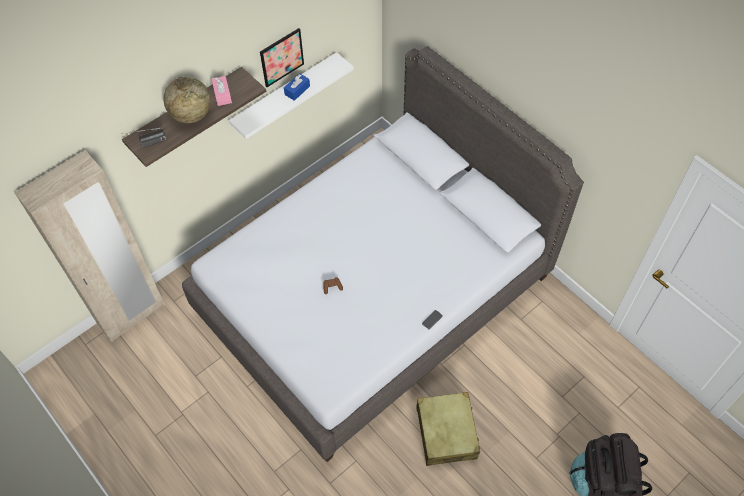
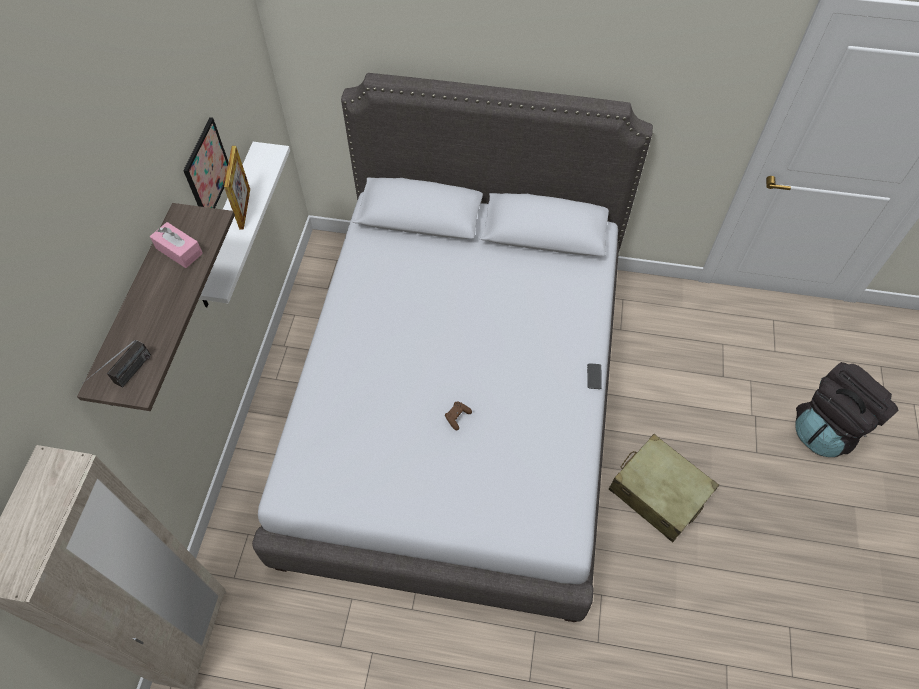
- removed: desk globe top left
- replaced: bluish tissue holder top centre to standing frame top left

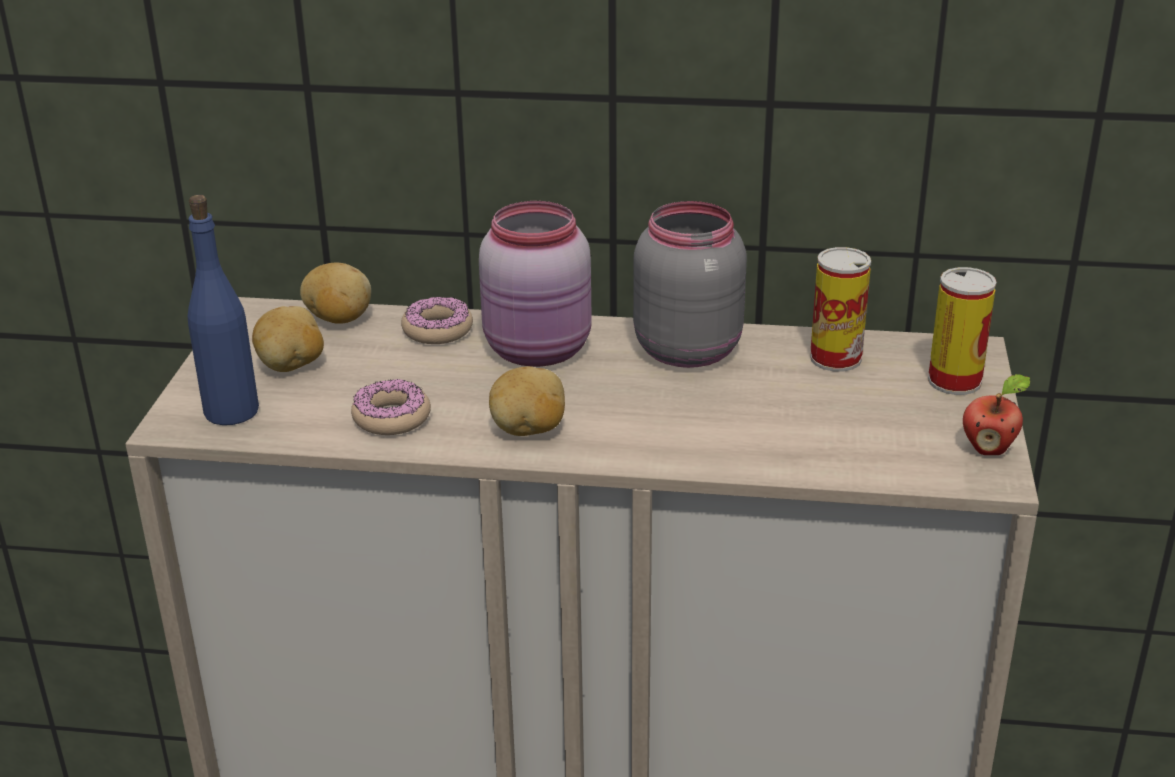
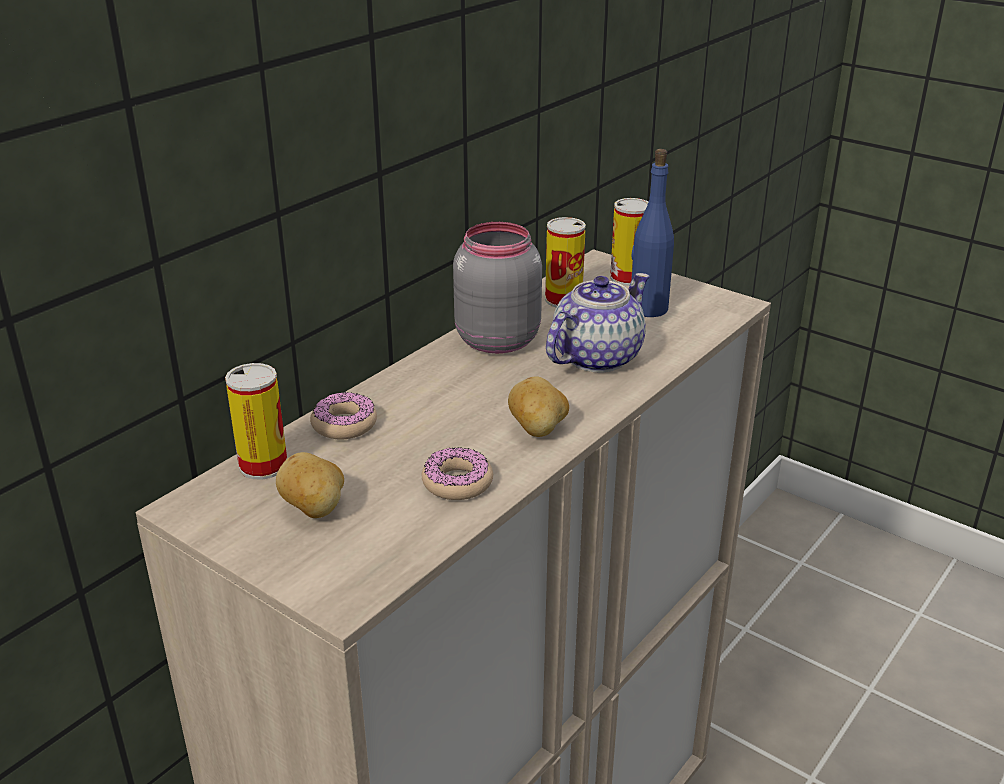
- moved: bluish bottle middle left to top centre
- replaced: potato (2nd from left) middle left to sealed can (1st from left) middle left
- removed: pink storage jar centre
- removed: whole apple middle right
- added: teapot centre

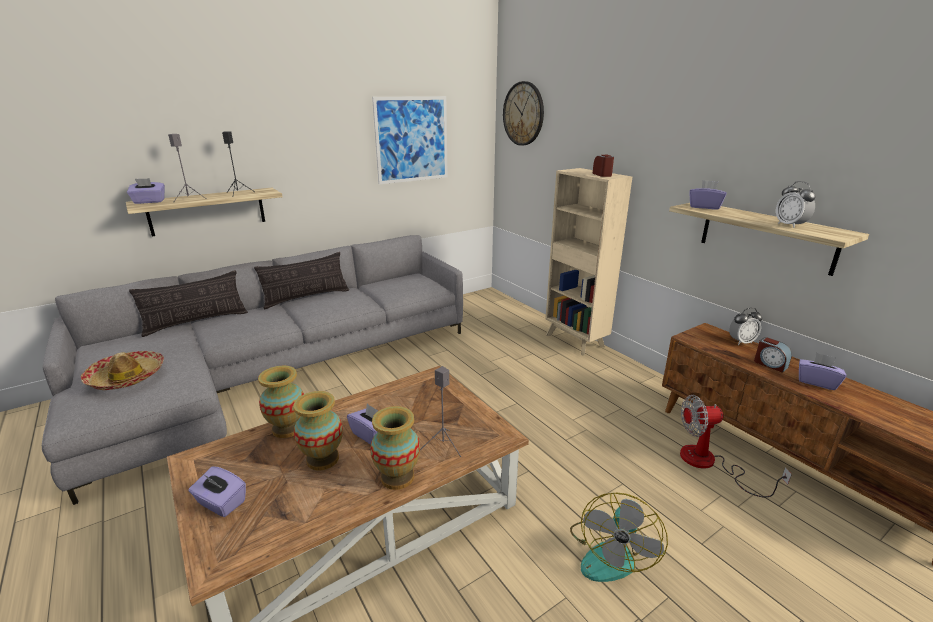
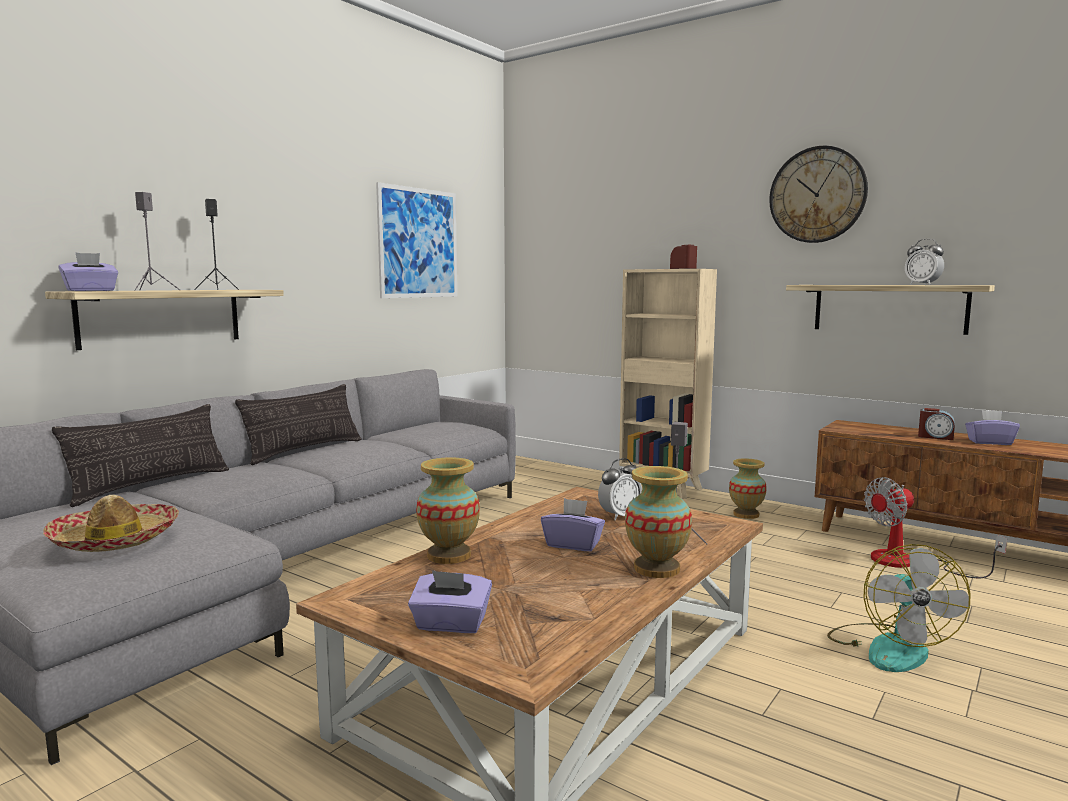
- moved: flower vase (2nd from left in the first image) bottom centre to flower vase (3rd from left) middle right
- moved: wall clock top centre to top right
- removed: purple tissue holder (4th from left) top right
- moved: alarm clock (2nd from left in the first image) middle right to alarm clock (1st from left) centre

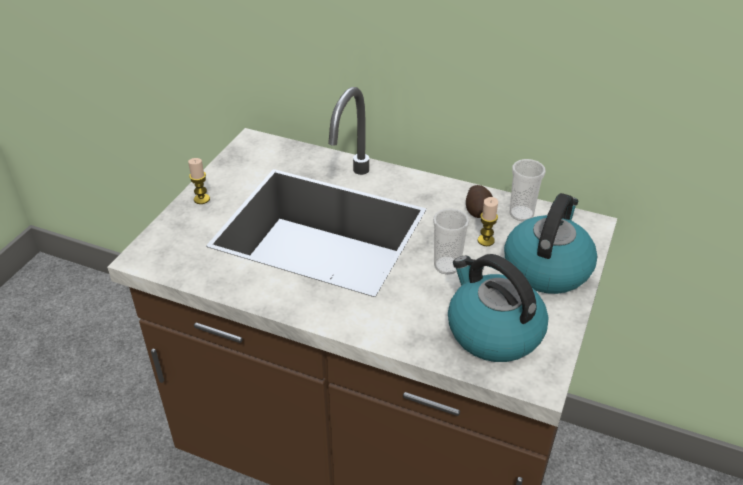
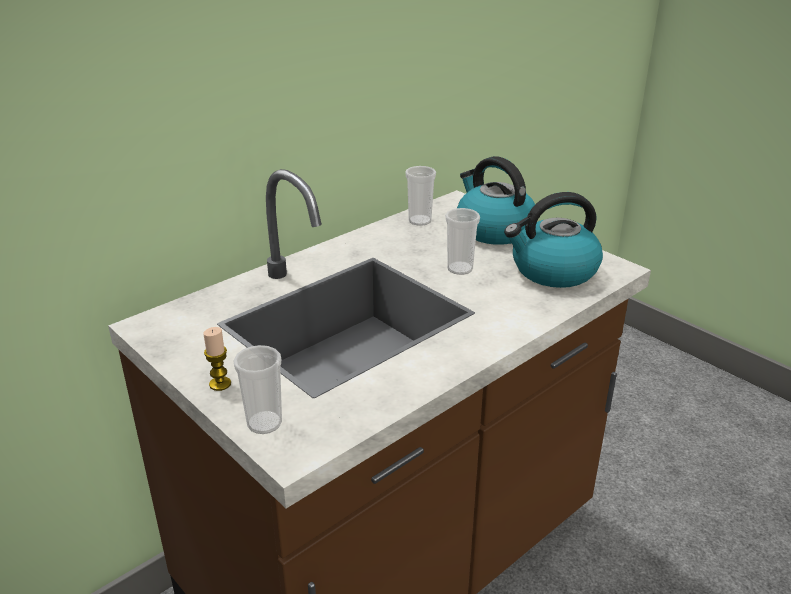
- removed: potato centre
- removed: wax light (2nd from left) centre
- added: drinking cup (1st from left) middle left

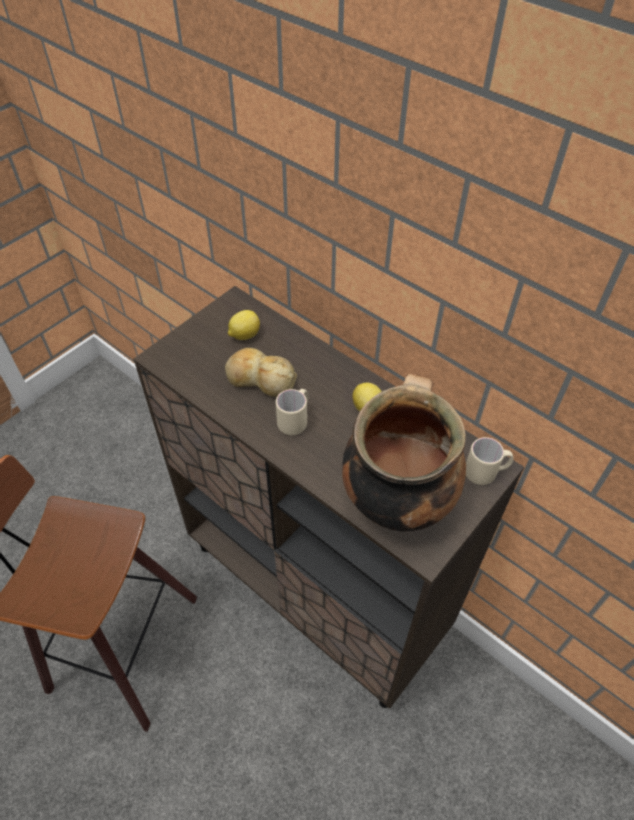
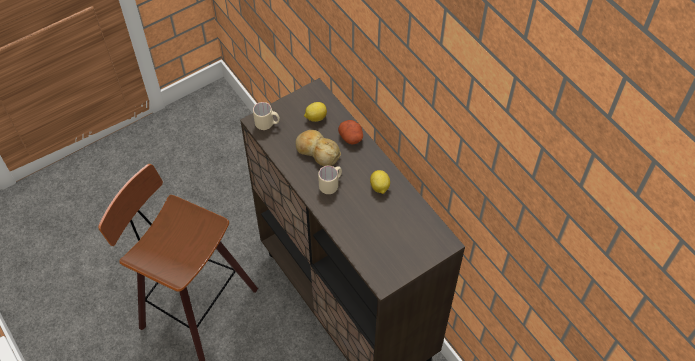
- removed: saucepot centre
- moved: beige-coloured mug (2nd from left in the first image) middle right to beige-coloured mug (1st from left) top centre
- added: potato centre

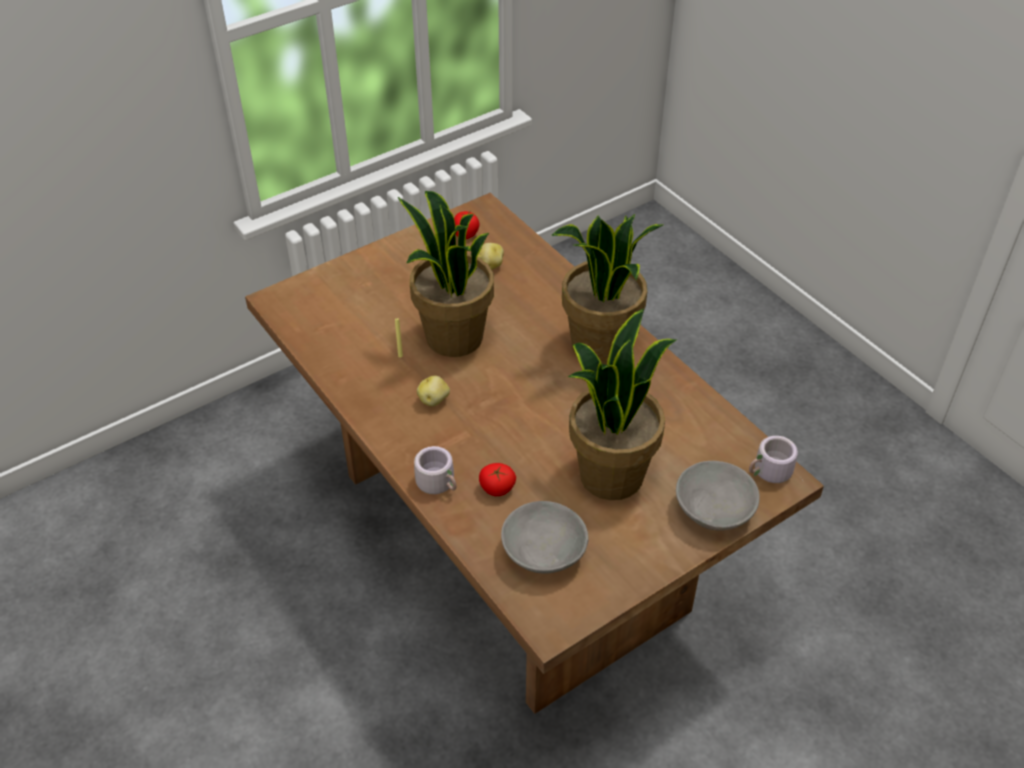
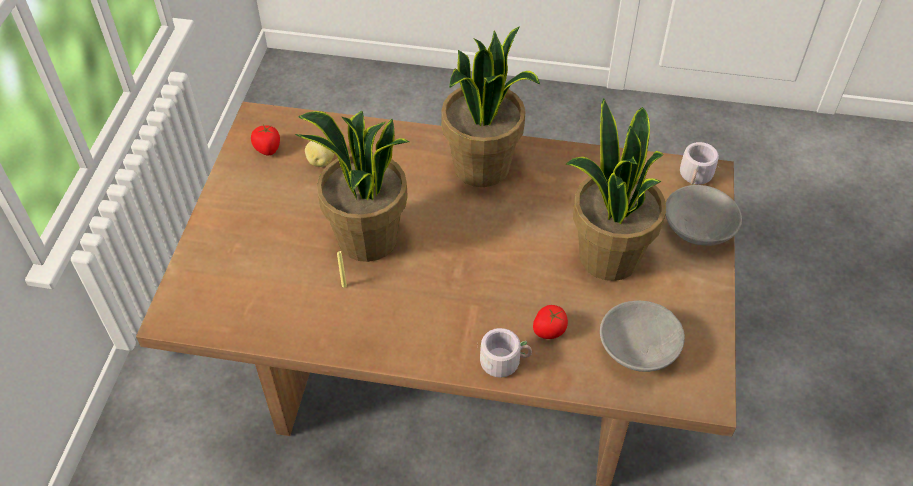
- removed: potato (1st from left) centre

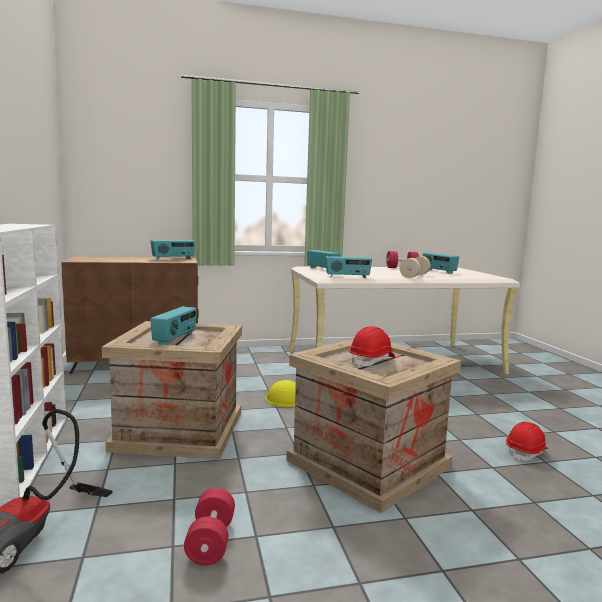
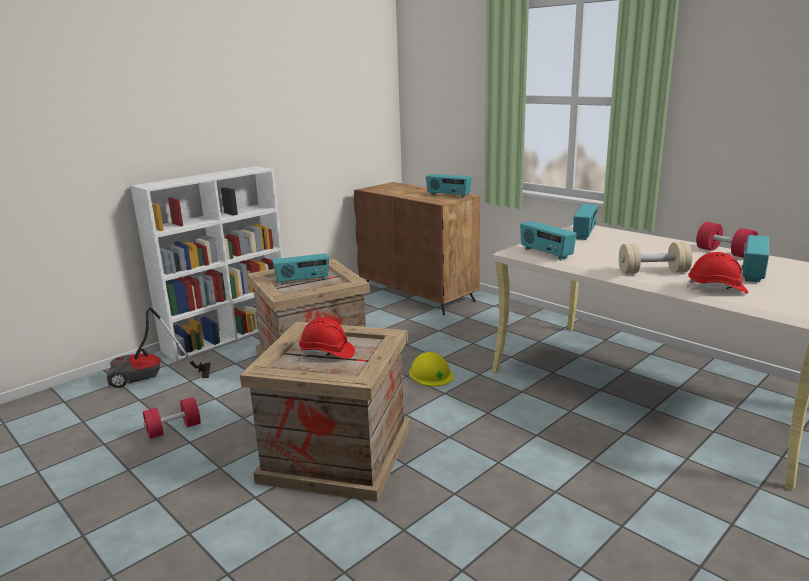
- moved: red-coloured safety helmet (2nd from left) bottom right to middle right

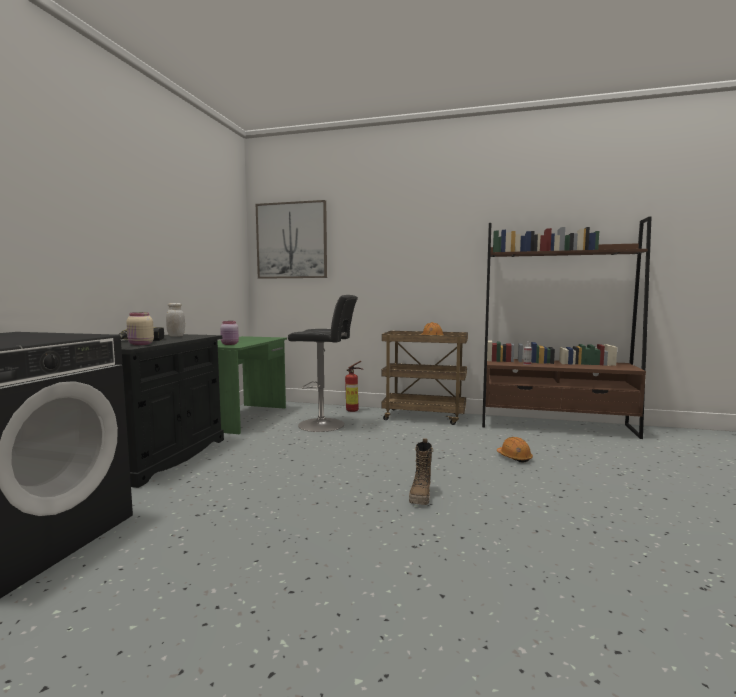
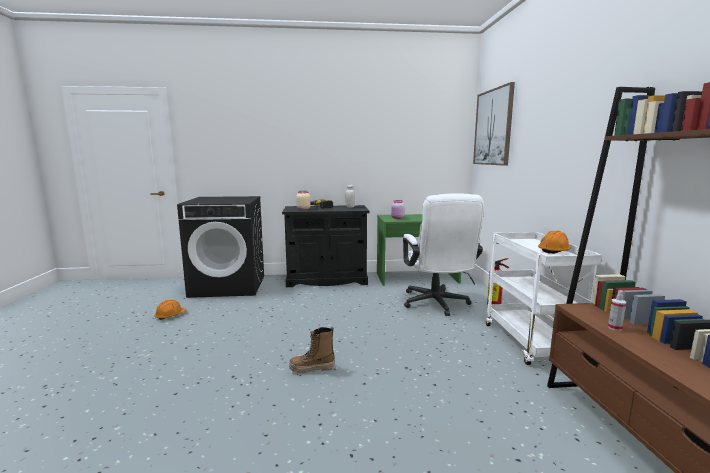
- replaced: blackish sitting stool centre to white-coloured office chair centre
- recoloured: brown-coloured wheeled cart centre to white-coloured wheeled cart middle right
- moved: orange safety helmet (2nd from left in the first image) middle right to orange safety helmet (1st from left) middle left

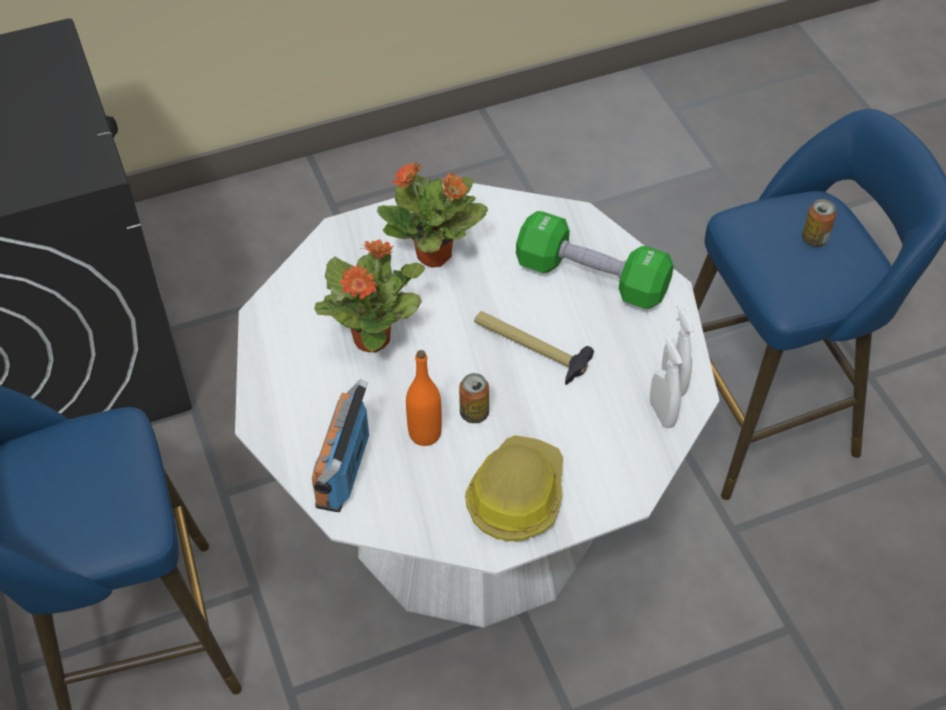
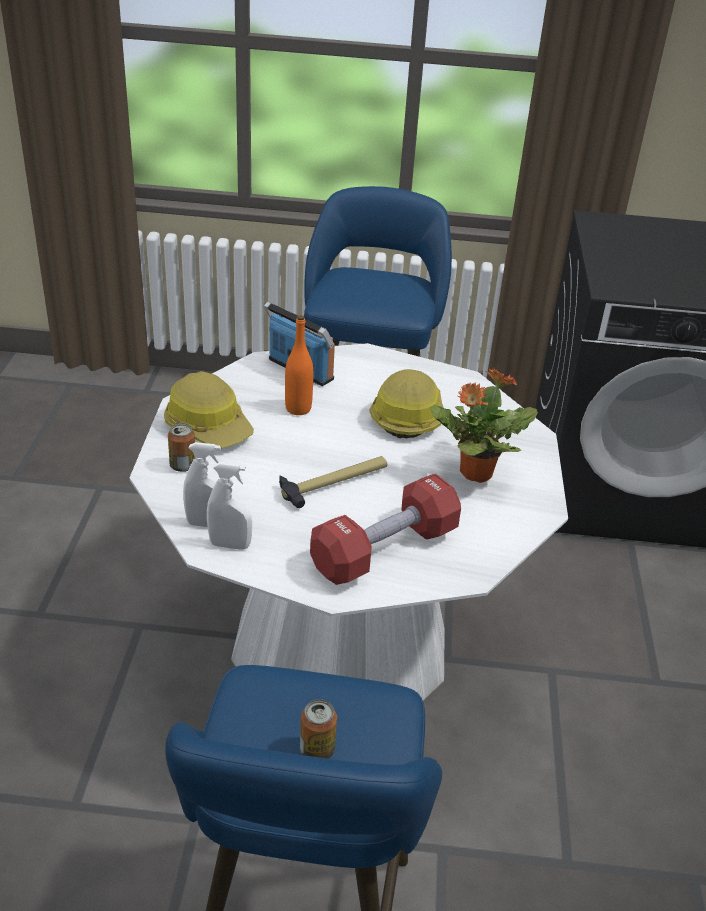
- replaced: potted plant (1st from left) centre to safety helmet (2nd from left) centre
- moved: sealed can (1st from left) centre to middle left
- recoloured: green-coloured free weight centre to red-coloured free weight centre

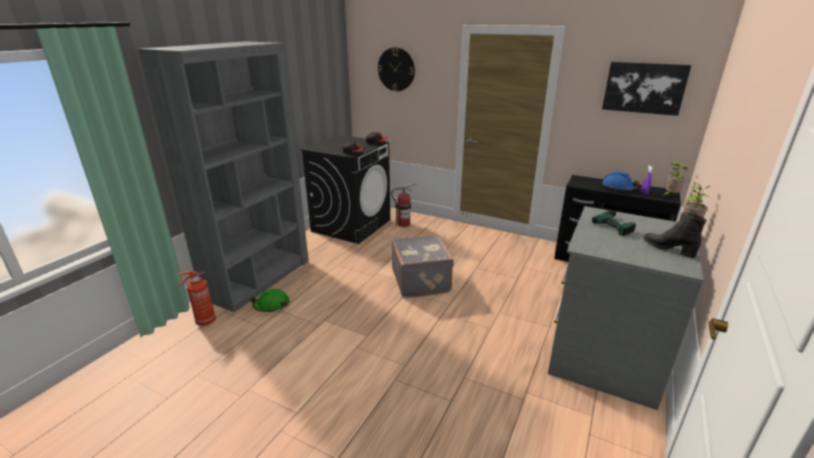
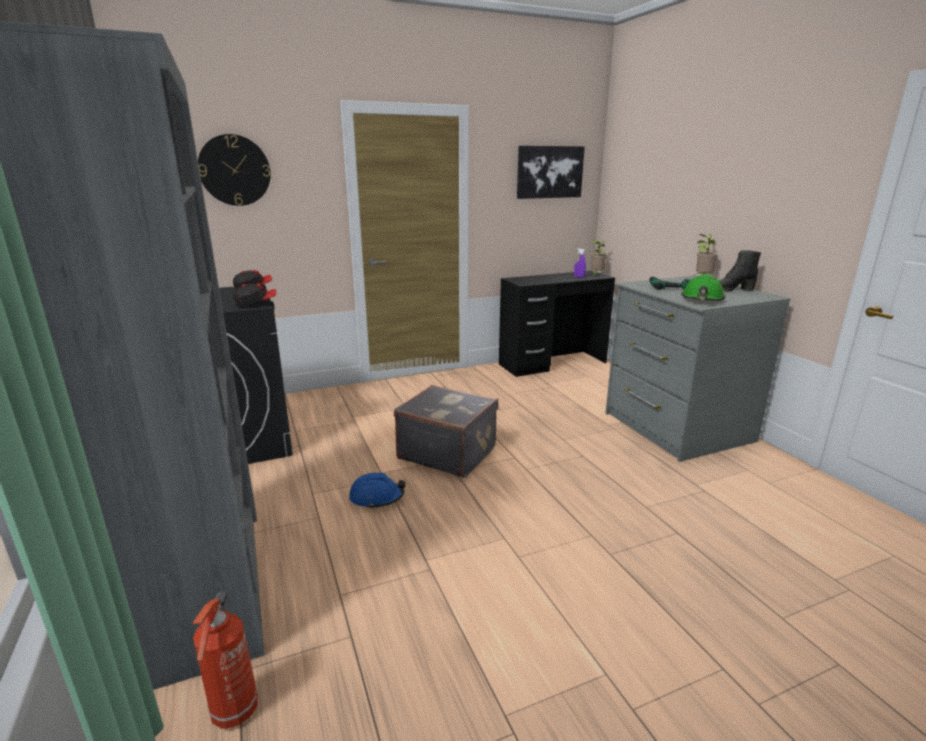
- moved: green-coloured safety helmet middle left to middle right
- removed: fire-fighting cylinder (2nd from left) centre
- moved: bluish safety helmet middle right to centre

